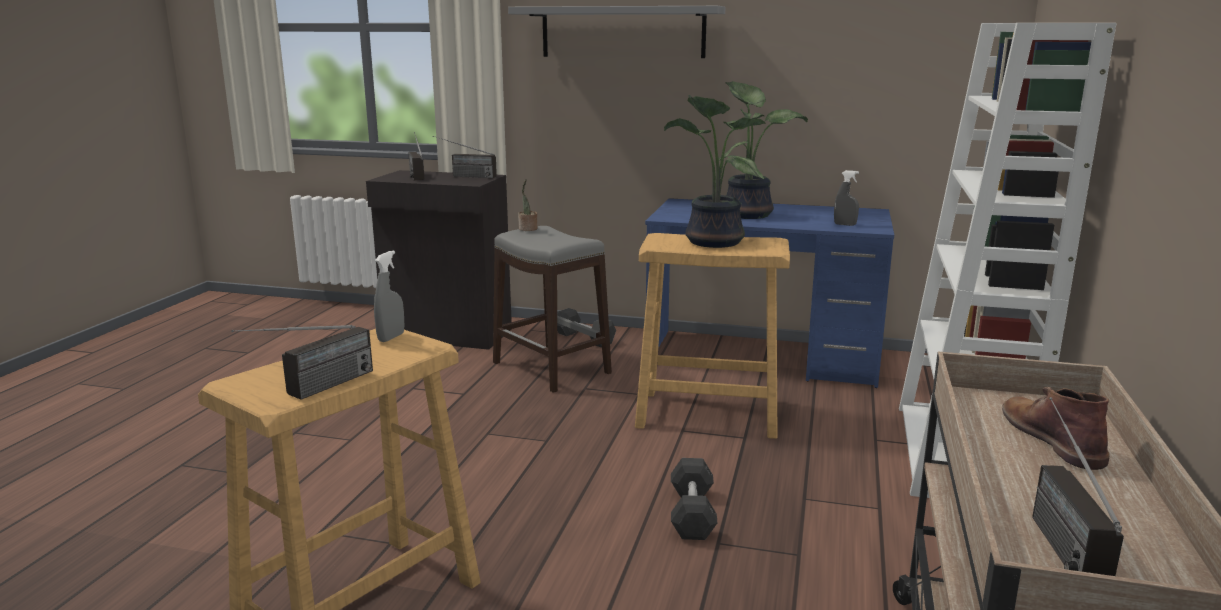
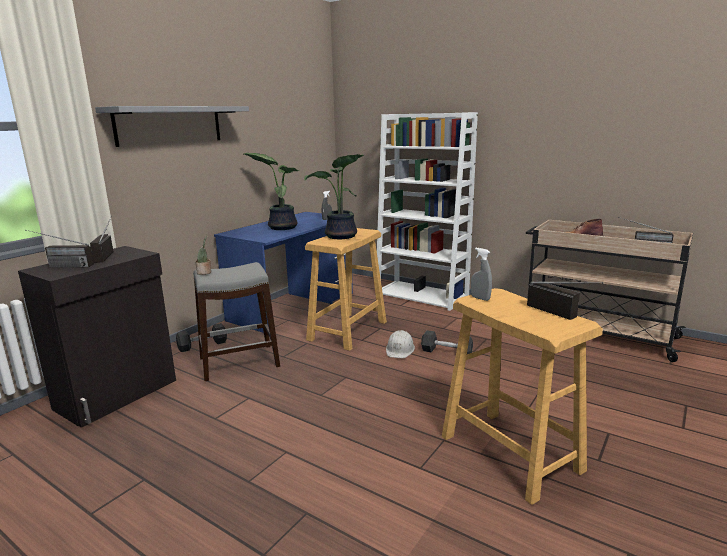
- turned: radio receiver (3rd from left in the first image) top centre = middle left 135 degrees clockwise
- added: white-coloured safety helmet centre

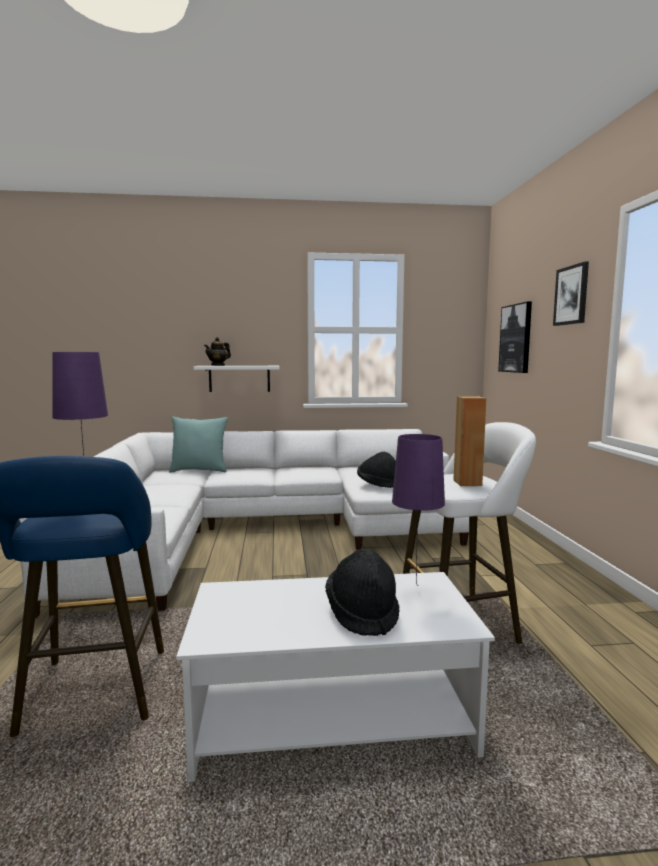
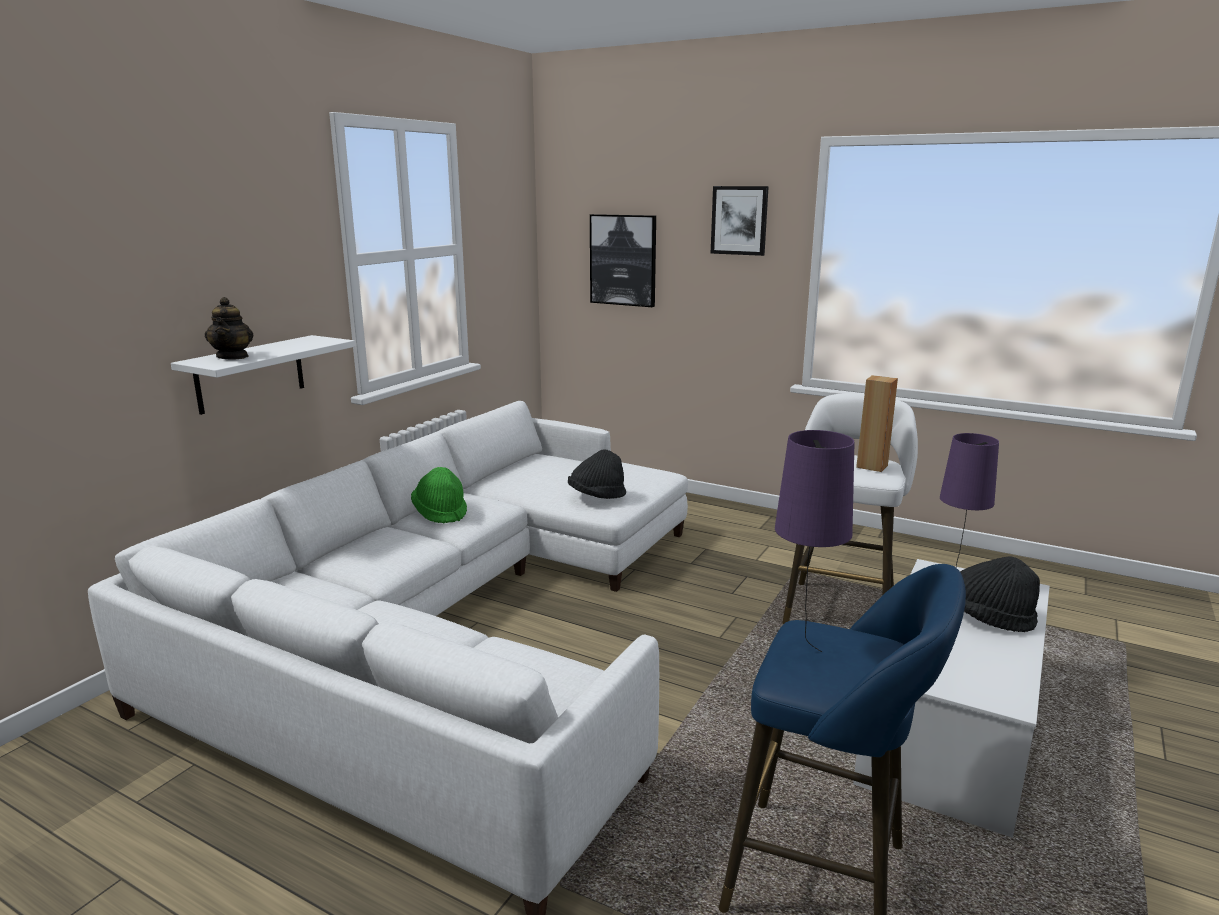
- removed: turquoise-coloured throw pillow middle left
- added: green-coloured wearable hat centre

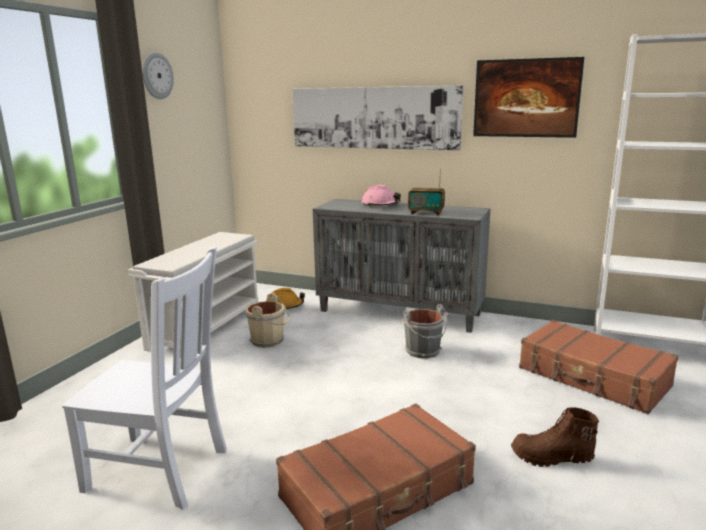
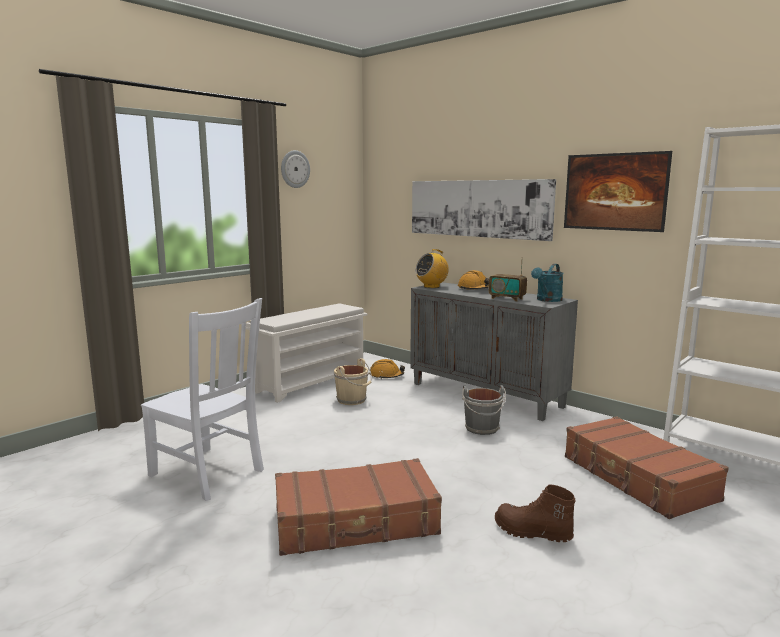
- recoloured: pink safety helmet centre to orange safety helmet (2nd from left) centre
- added: radio receiver (1st from left) centre
- added: turquoise-coloured watering can middle right

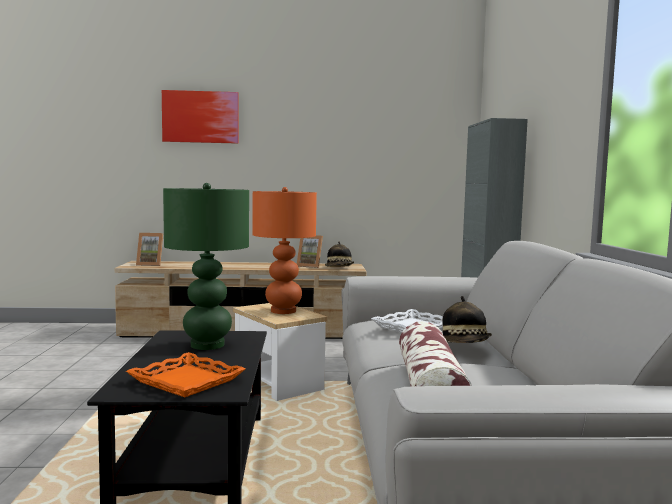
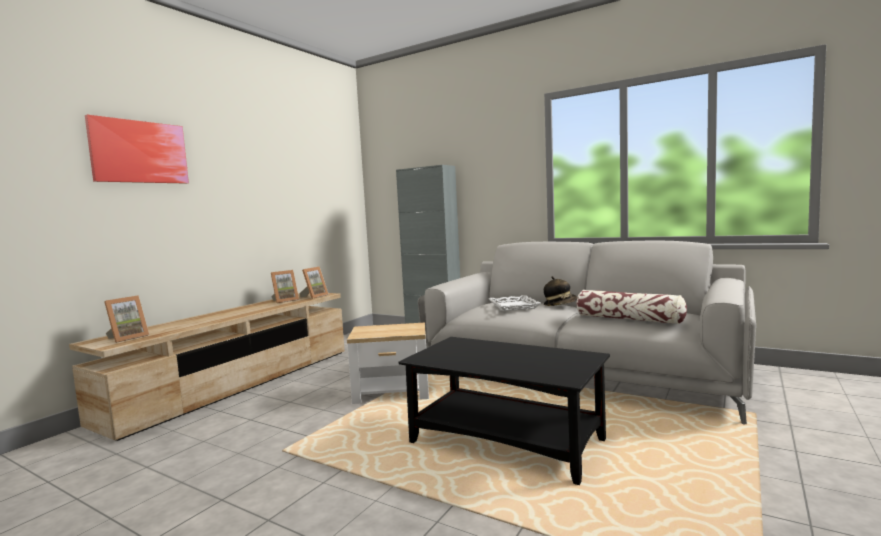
- removed: orange serving tray bottom left
- removed: green-coloured table lamp middle left
- removed: orange table lamp centre
- replaced: wearable hat (1st from left) centre to standing frame (3rd from left) centre

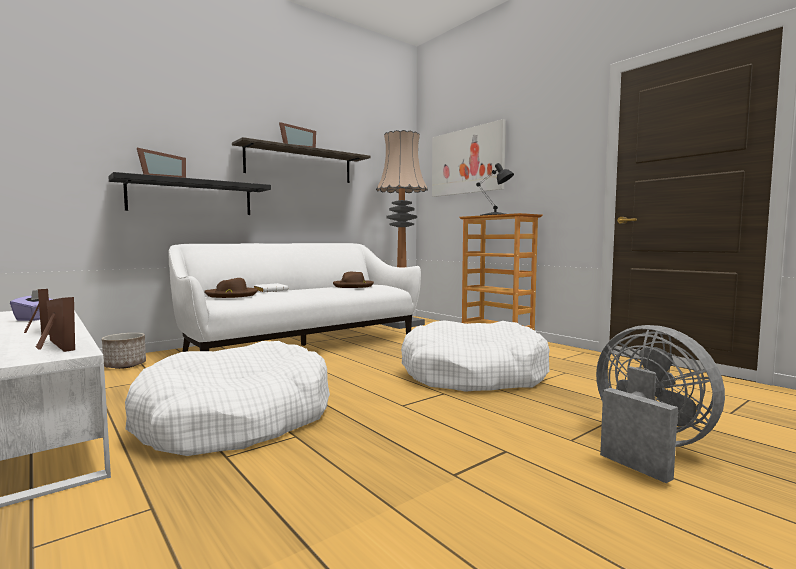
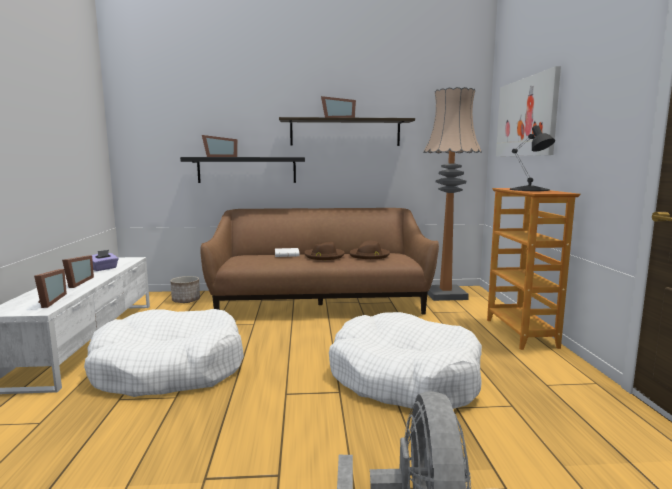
- recoloured: white-coloured settee centre to brown-coloured settee centre
- moved: brown-coloured wearable hat (1st from left) middle left to centre

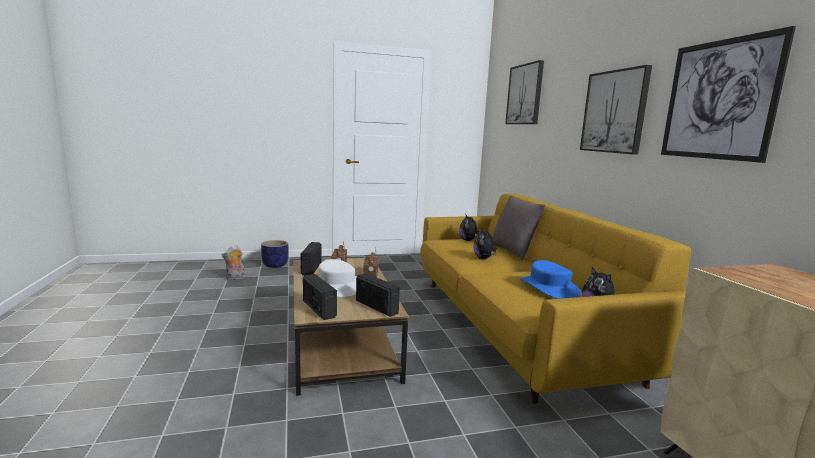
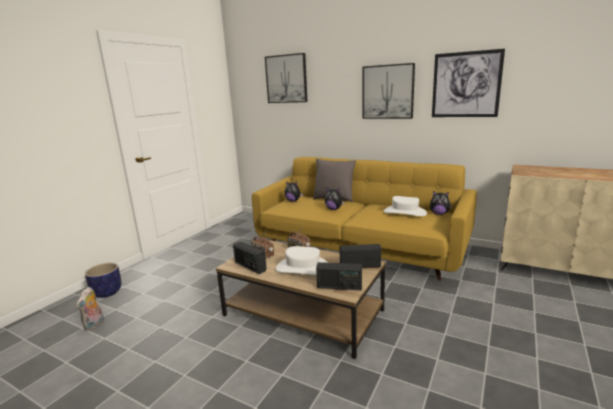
- recoloured: bluish wearable hat middle right to white-coloured wearable hat (2nd from left) centre

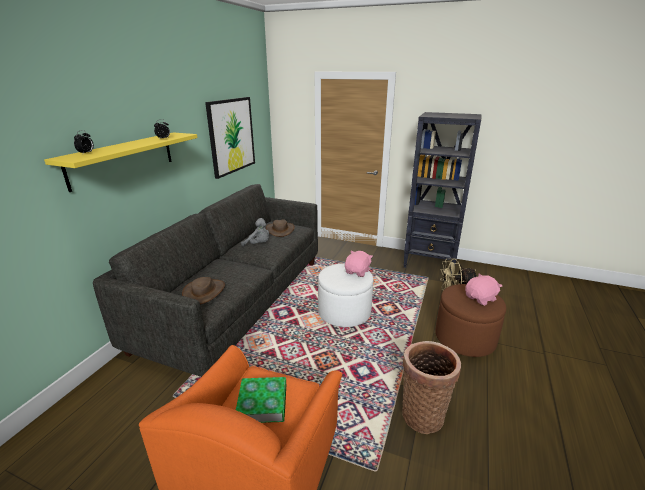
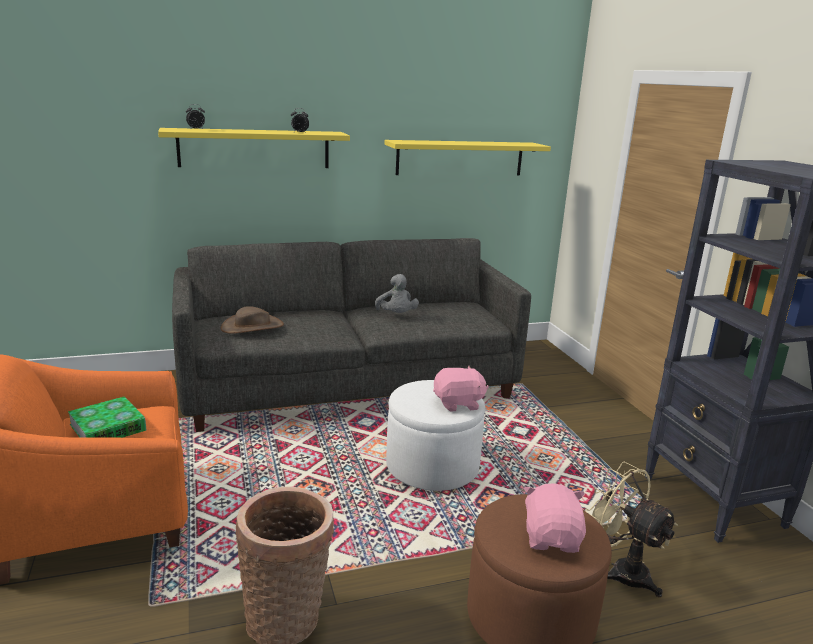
- replaced: picture top centre to yellowish shelf (2nd from left) top centre
- removed: brown-coloured wearable hat (2nd from left) centre
- turned: pink cuddly toy (2nd from left) middle right = bottom right 105 degrees counterclockwise

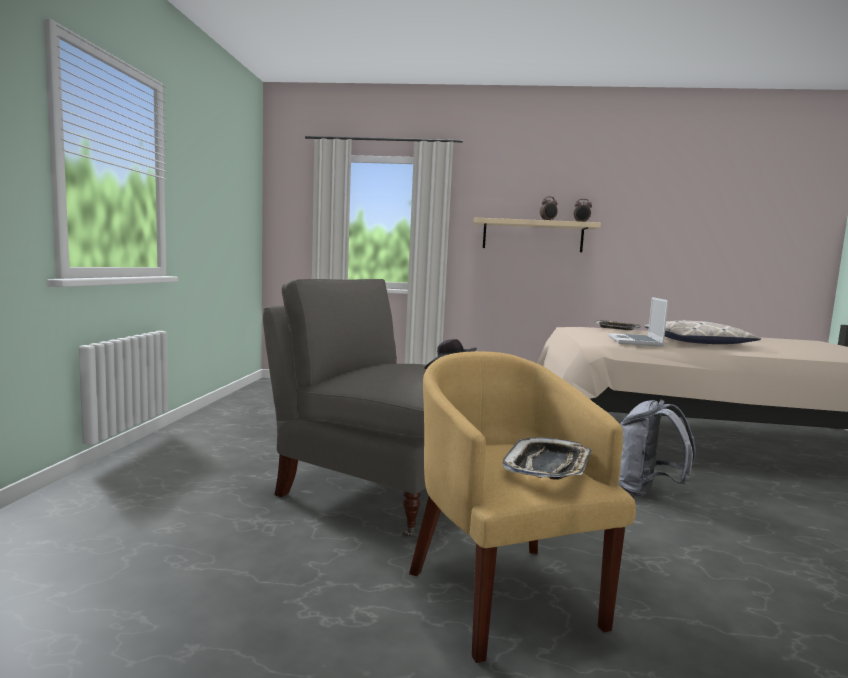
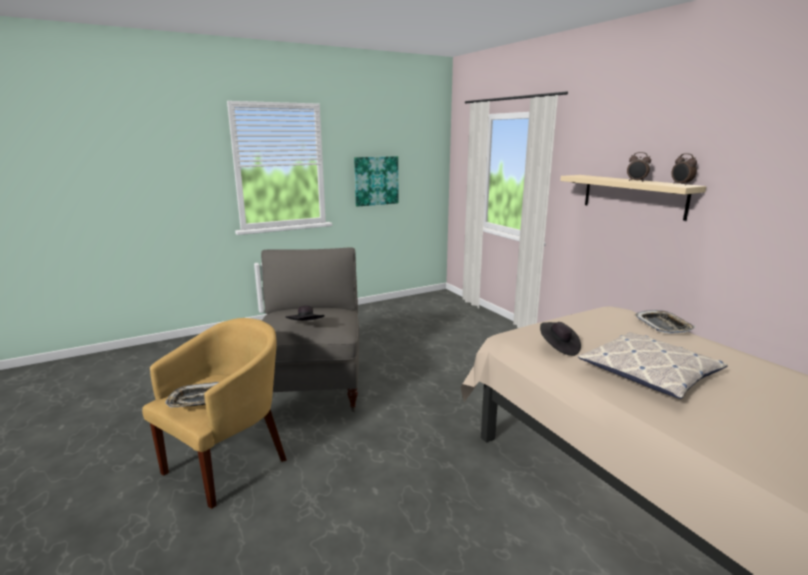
- replaced: laptop middle right to blackish wearable hat (2nd from left) middle right
- removed: grey knapsack middle right
- added: picture top centre

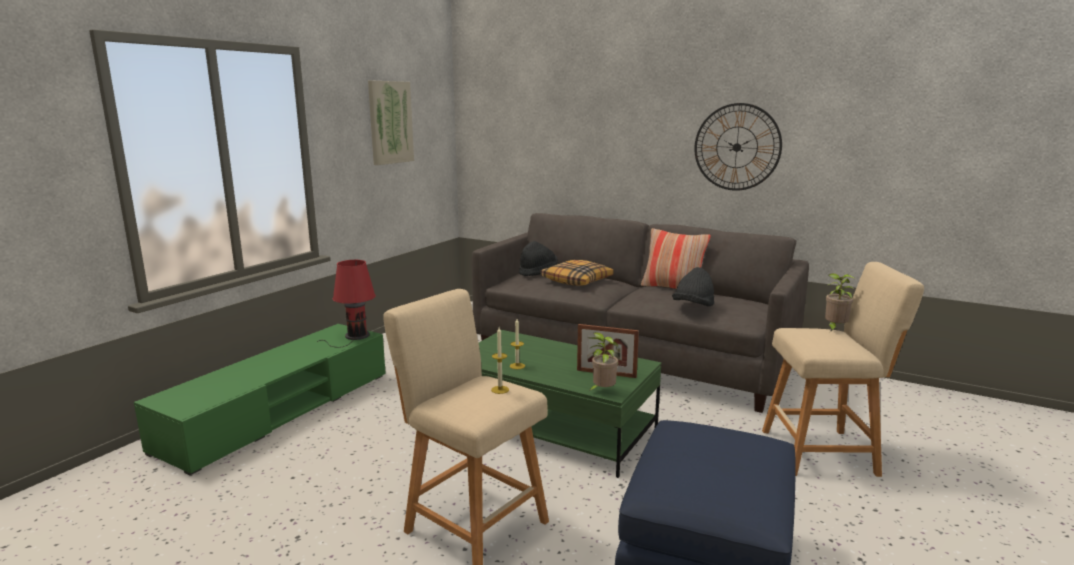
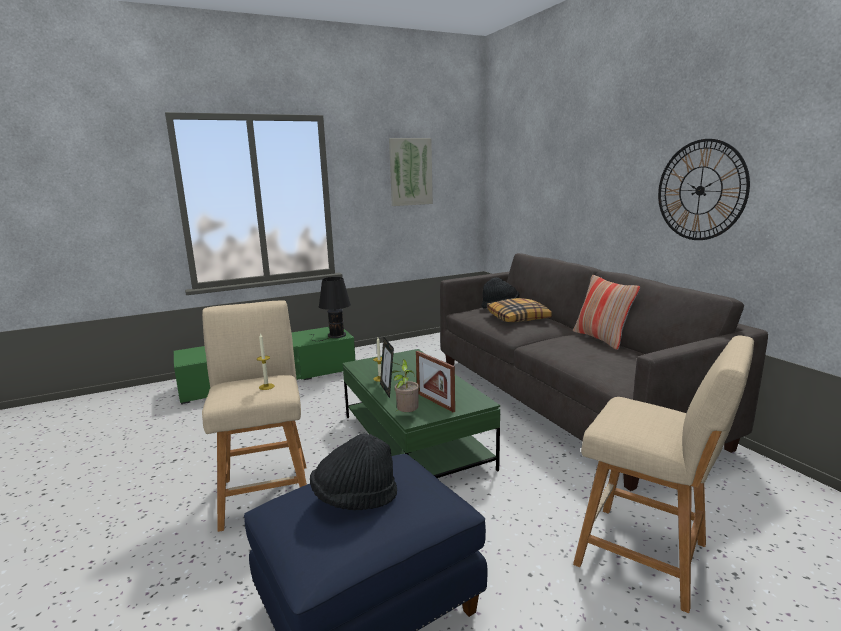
- recoloured: red-coloured table lamp middle left to blackish table lamp centre
- moved: blackish wearable hat (2nd from left in the first image) centre to blackish wearable hat (1st from left) bottom centre
- removed: potted plant (2nd from left) middle right
- added: standing frame (1st from left) centre

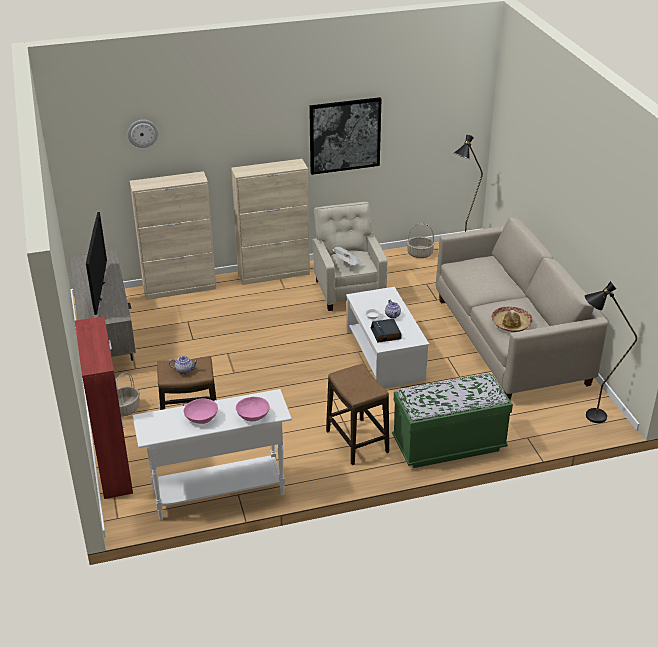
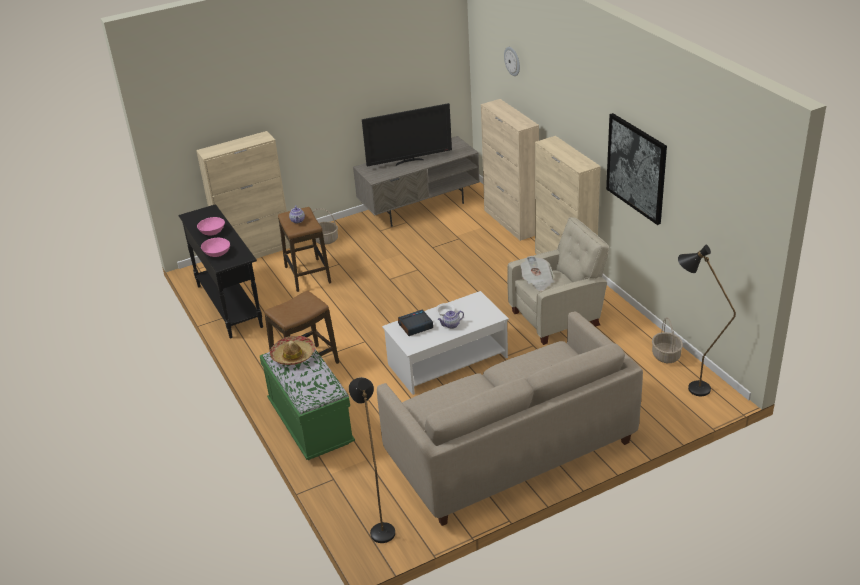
- recoloured: red-coloured cabinet middle left to beige-coloured cabinet (1st from left) middle left
- recoloured: white-coloured narrow table bottom left to blackish narrow table middle left
- moved: wearable hat middle right to centre

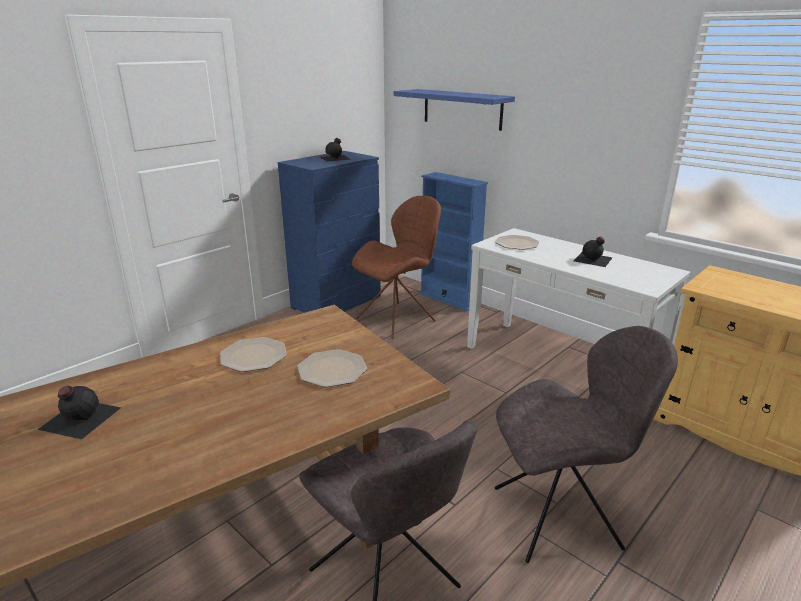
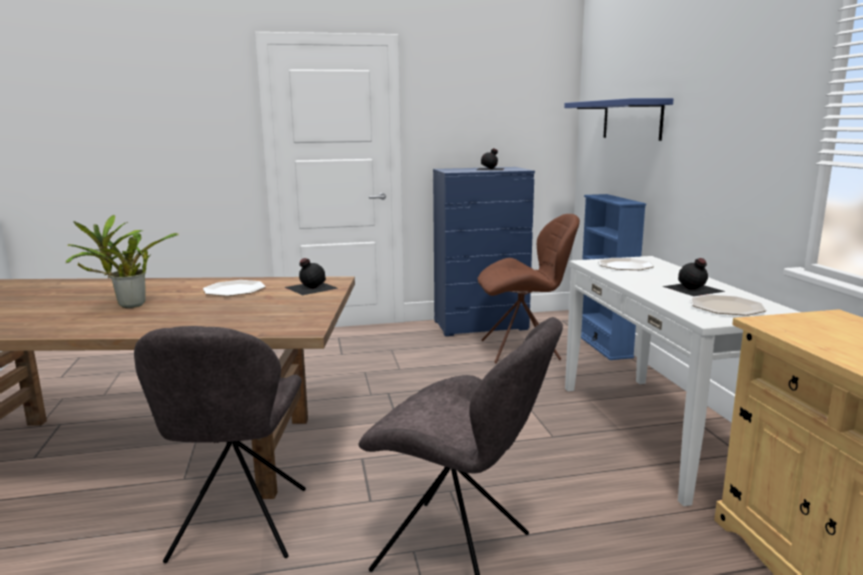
- moved: blackish bottle (1st from left) bottom left to centre
- moved: flat dish (2nd from left in the first image) centre to flat dish (3rd from left) middle right
- added: potted plant middle left

